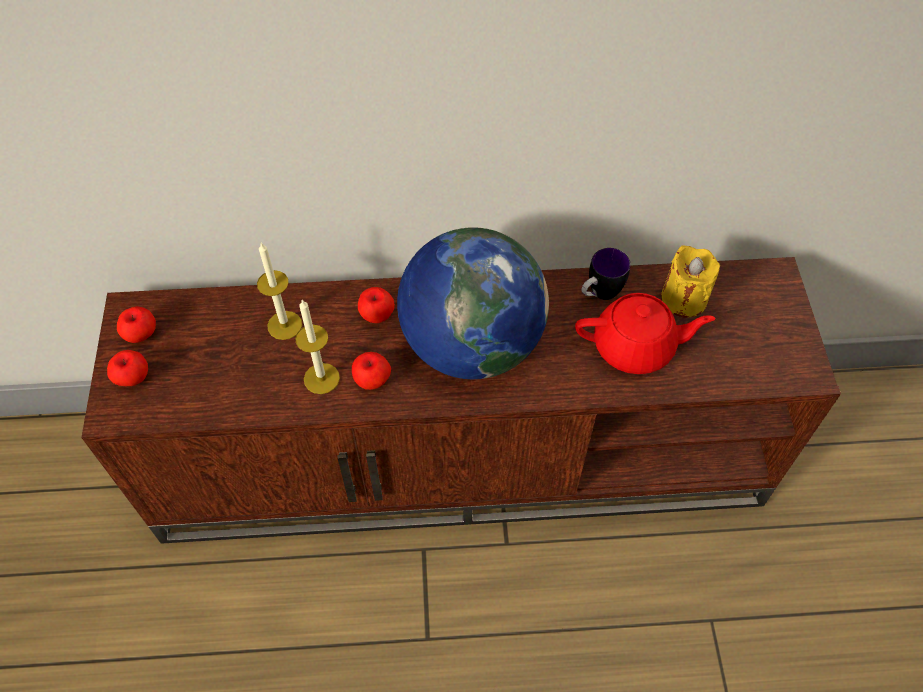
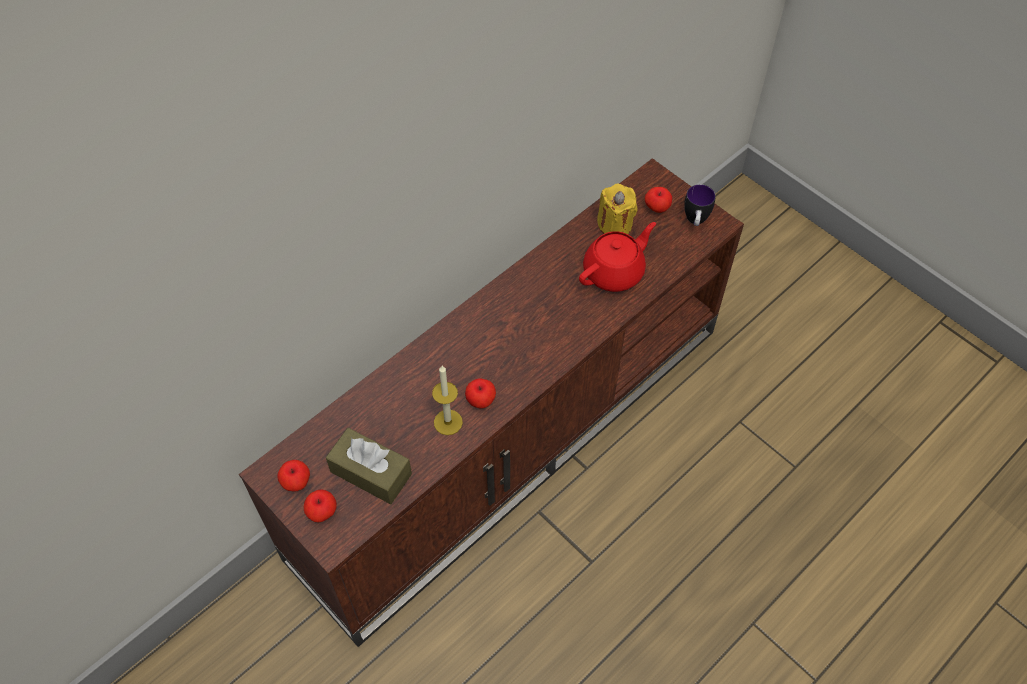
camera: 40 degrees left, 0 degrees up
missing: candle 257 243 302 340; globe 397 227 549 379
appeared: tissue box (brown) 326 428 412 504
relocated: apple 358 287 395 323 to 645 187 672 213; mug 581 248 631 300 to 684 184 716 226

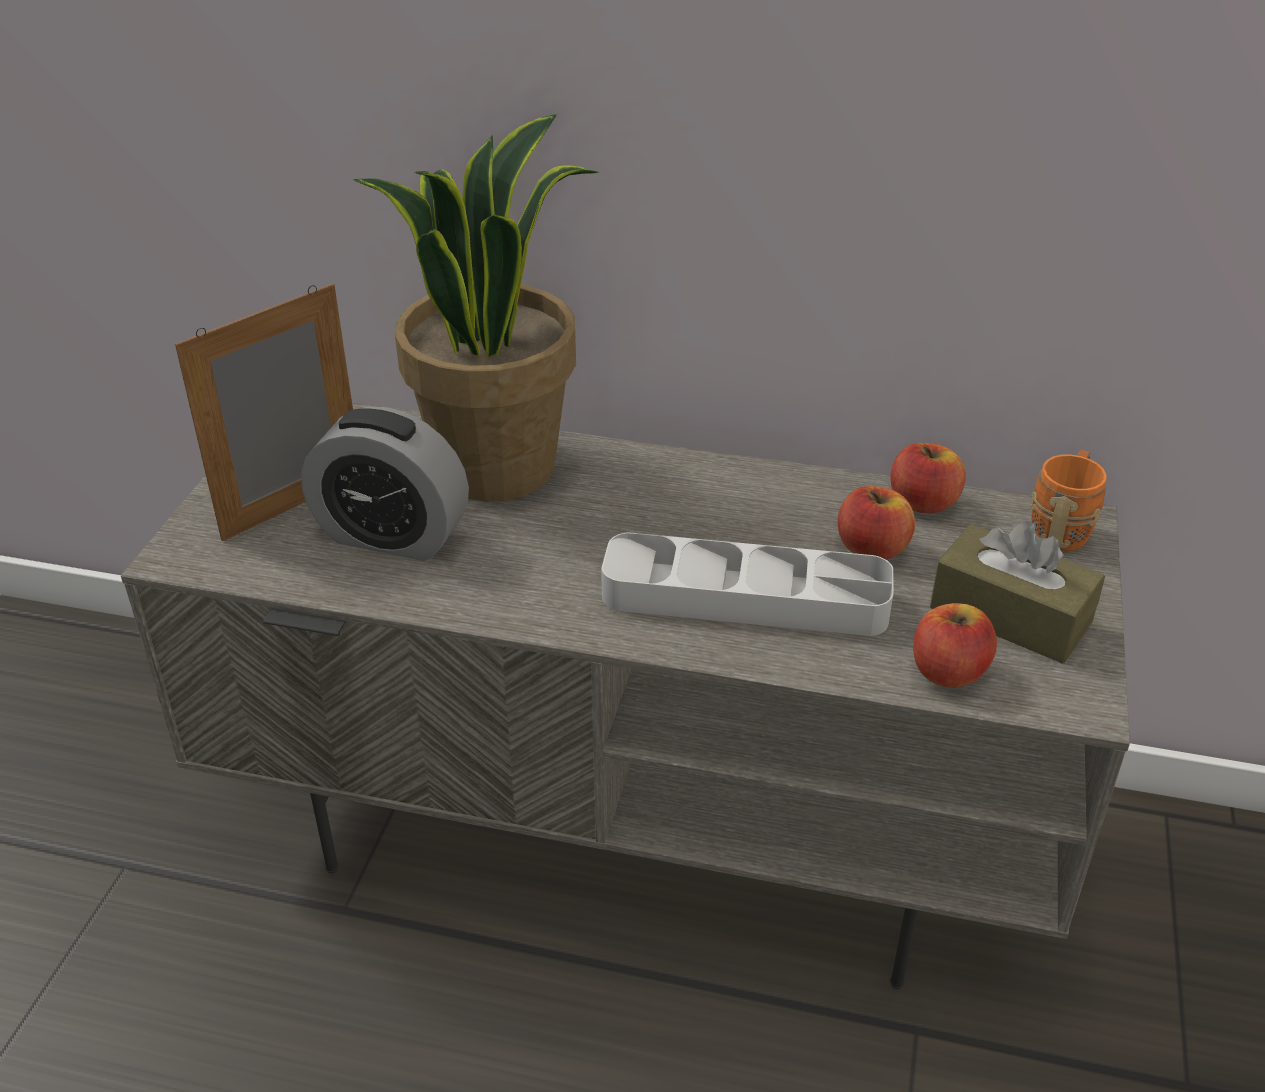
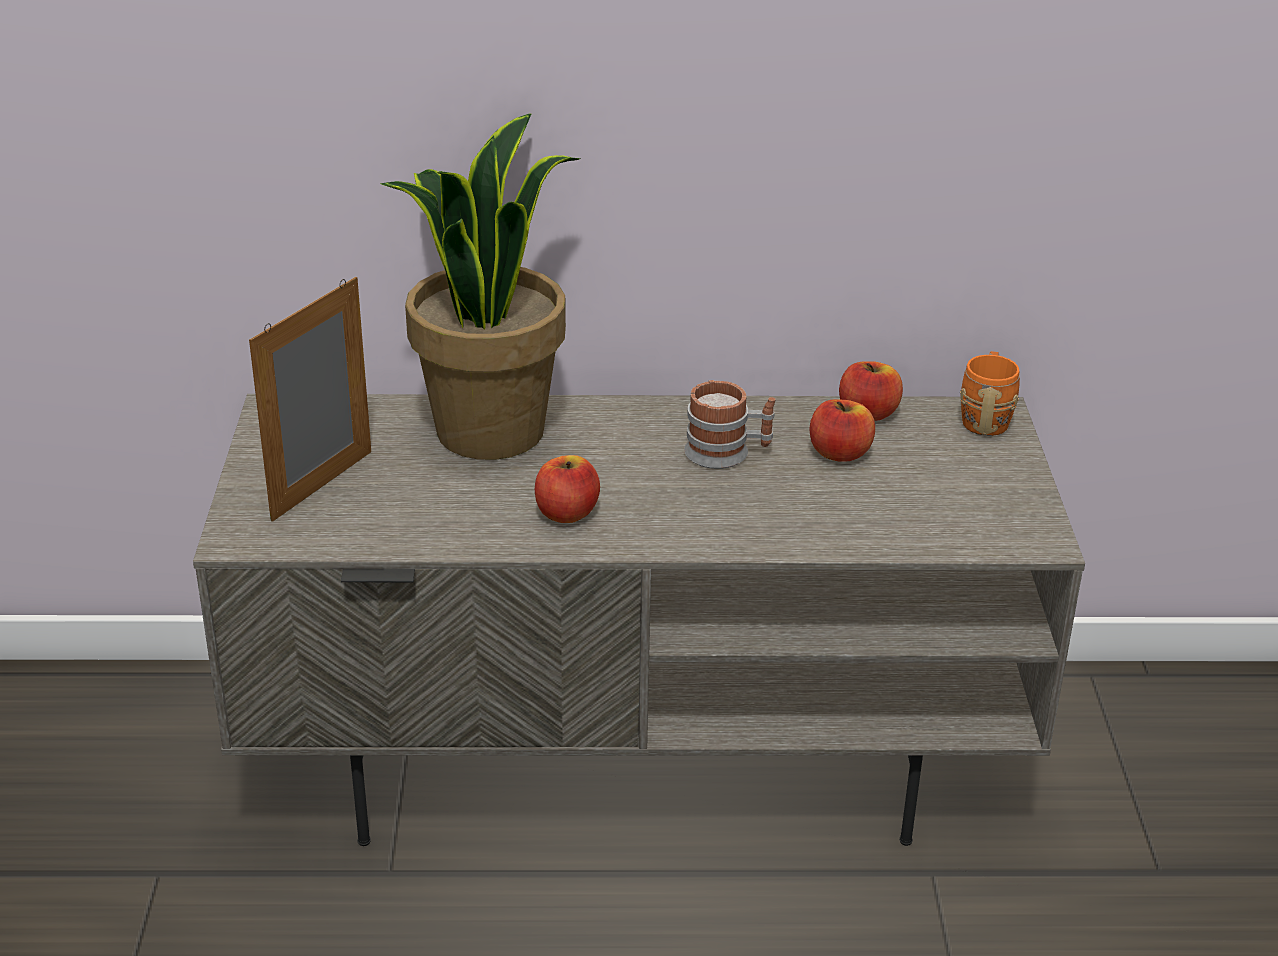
camera: 15 degrees left, 5 degrees down
missing: alarm clock 301 406 469 561; tray (grey) 601 532 894 636; tissue box (brown) 930 521 1105 664
appeared: mug 684 380 776 469
relocated: apple 913 603 997 688 to 535 455 600 523

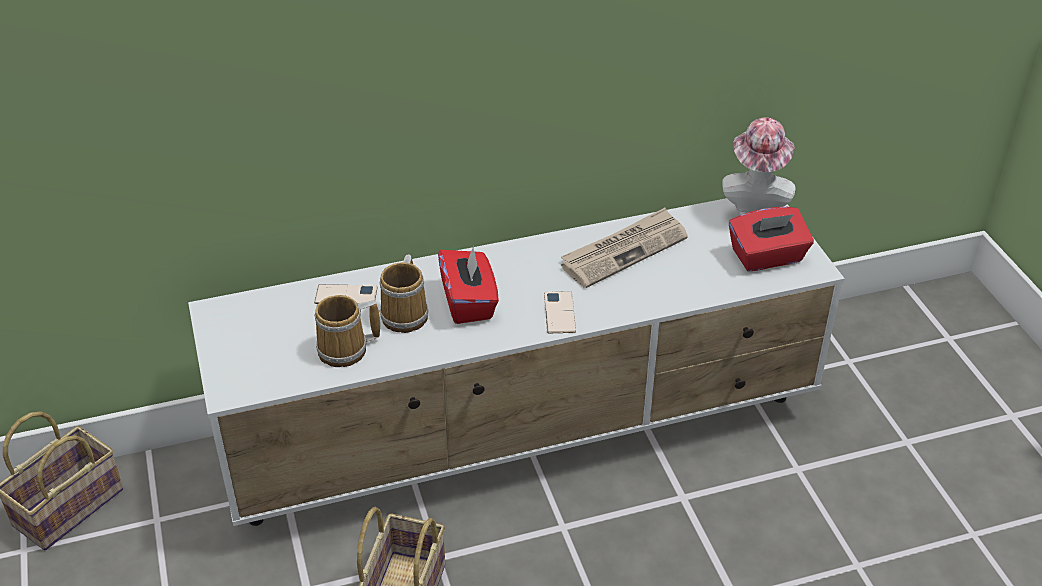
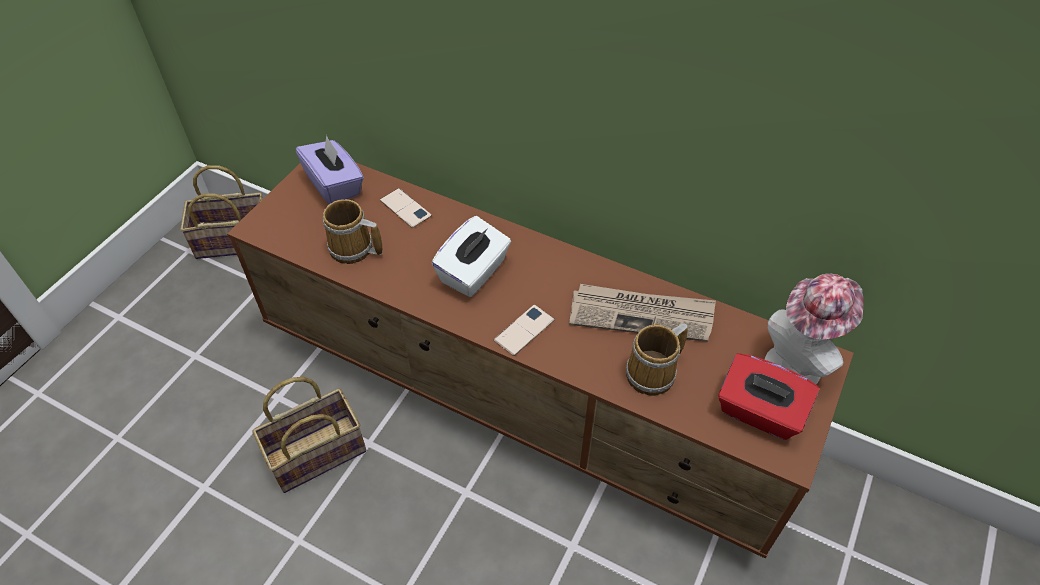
camera: 45 degrees right, 10 degrees up
appeared: tissue box (purple) 295 135 364 204
relocated: mug 379 254 429 333 to 626 323 688 396
colour: tv stand (white) 188 198 845 526 to tv stand (brown) 227 162 854 559; tissue box (red) 438 245 499 324 to tissue box (white) 432 216 511 297

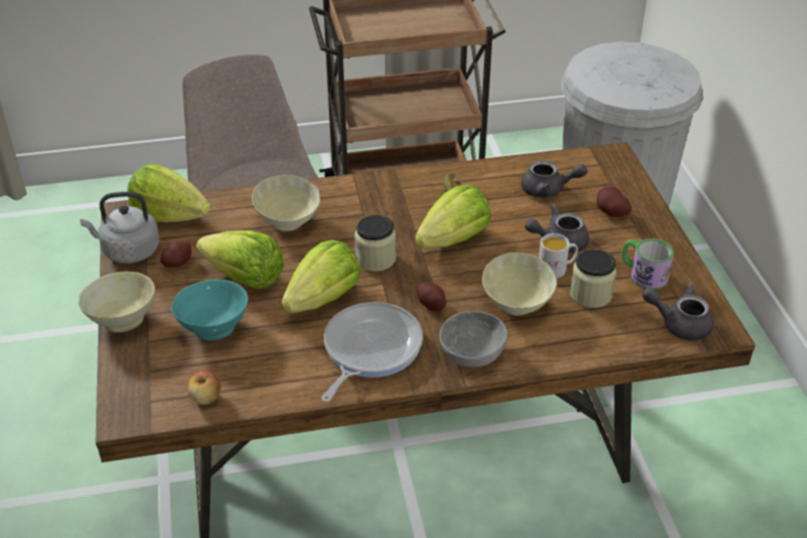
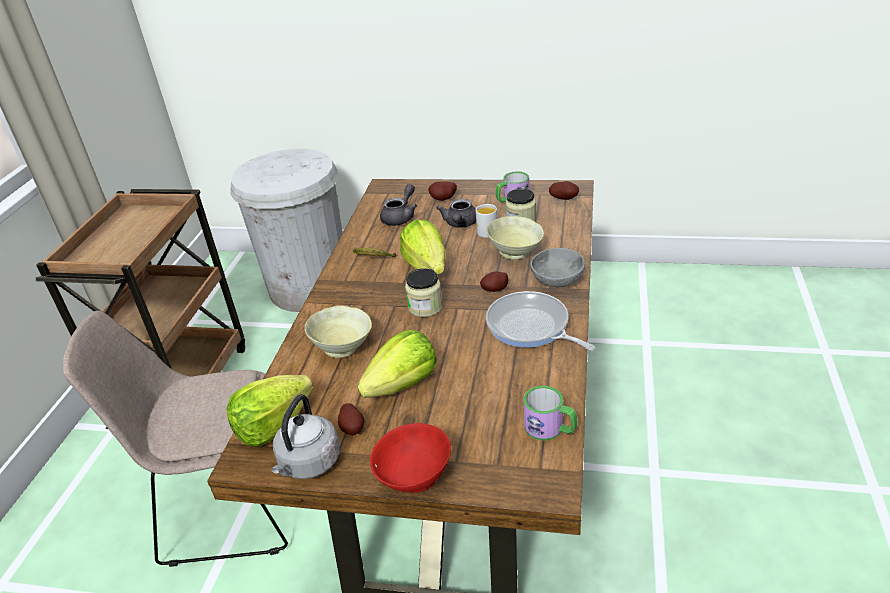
camera: 65 degrees left, 5 degrees down
missing: bowl (turquoise) 171 279 248 341; lettuce 282 240 360 313
exchanged: apple 187 370 221 405 to mug 524 386 577 441; teapot (grey) 642 283 714 341 to potato 549 181 579 200
colour: bowl (beige) 78 272 155 333 to bowl (red) 370 423 451 493

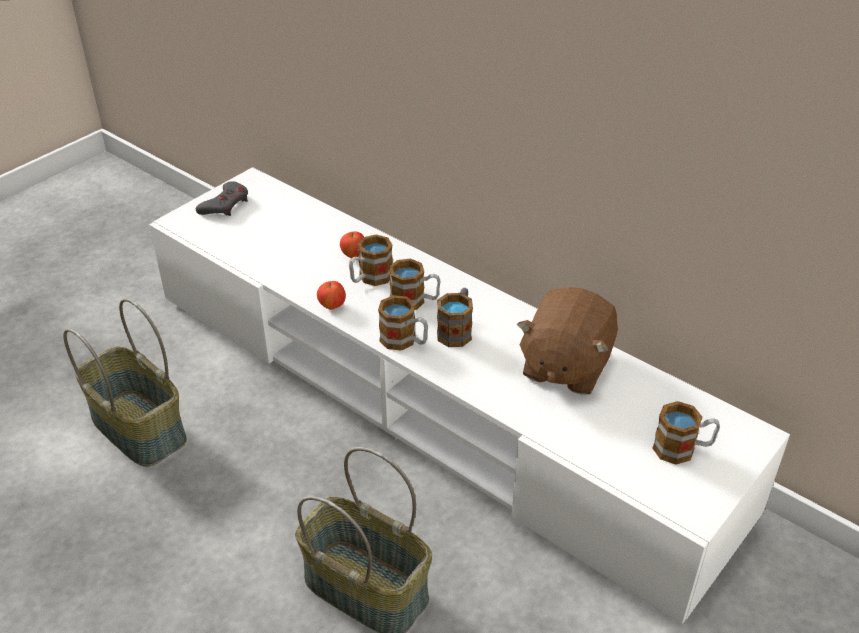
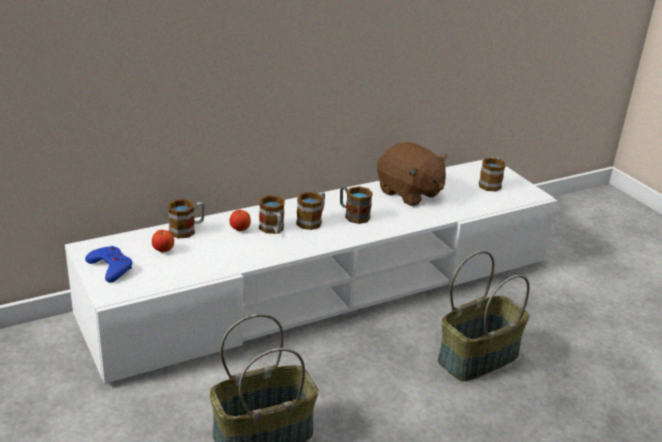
camera: 70 degrees left, 10 degrees down
relocated: apple 317 281 346 309 to 152 230 174 252; mug 378 295 428 351 to 168 199 205 239
colour: game controller (grey) 196 181 248 216 to game controller (blue) 85 246 132 283

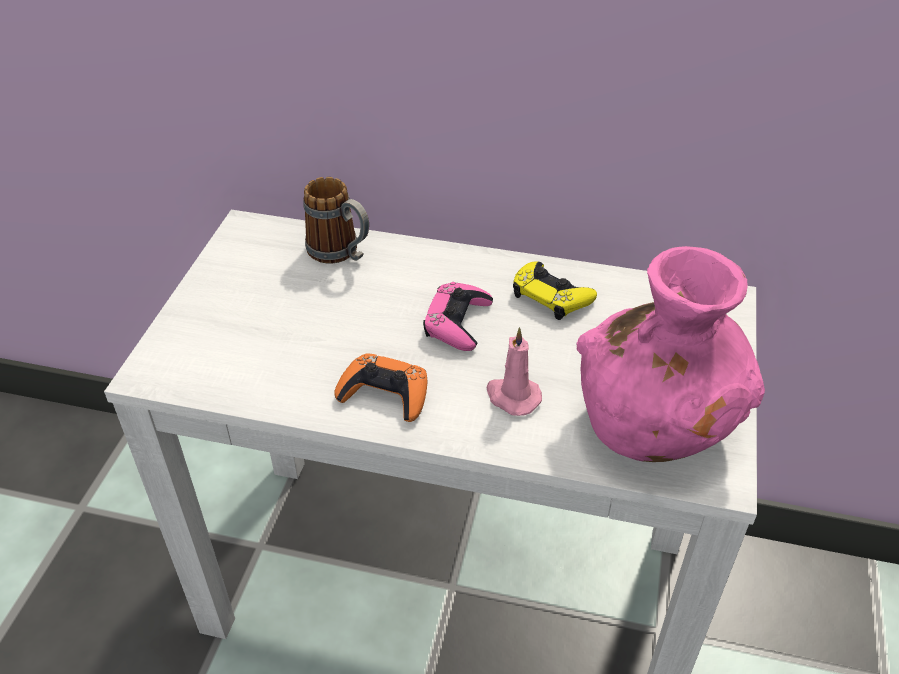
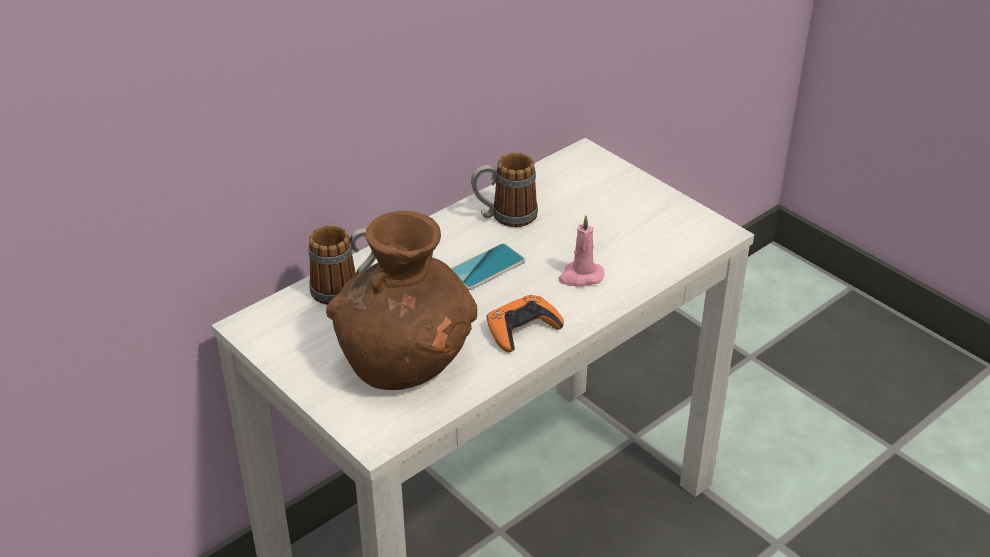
camera: 55 degrees left, 5 degrees down
missing: vase (pink) 576 246 765 462
appeared: vase (brown) 326 211 477 390
exchanged: game controller (pink) 423 282 493 351 to phone 451 243 526 290; game controller (yellow) 513 261 597 320 to mug 471 152 538 227

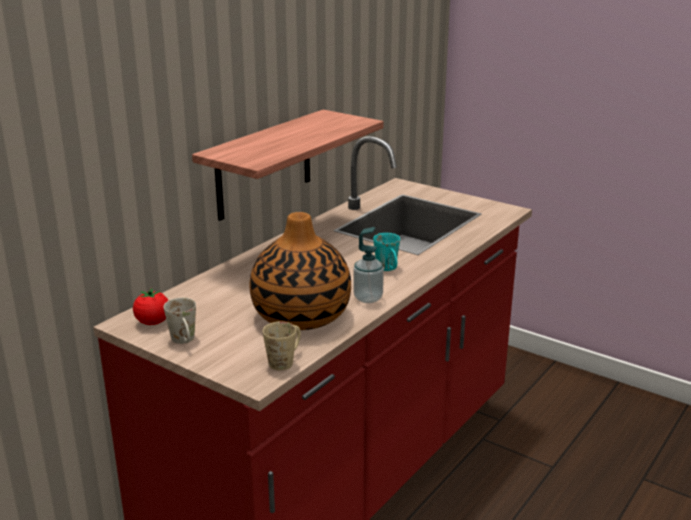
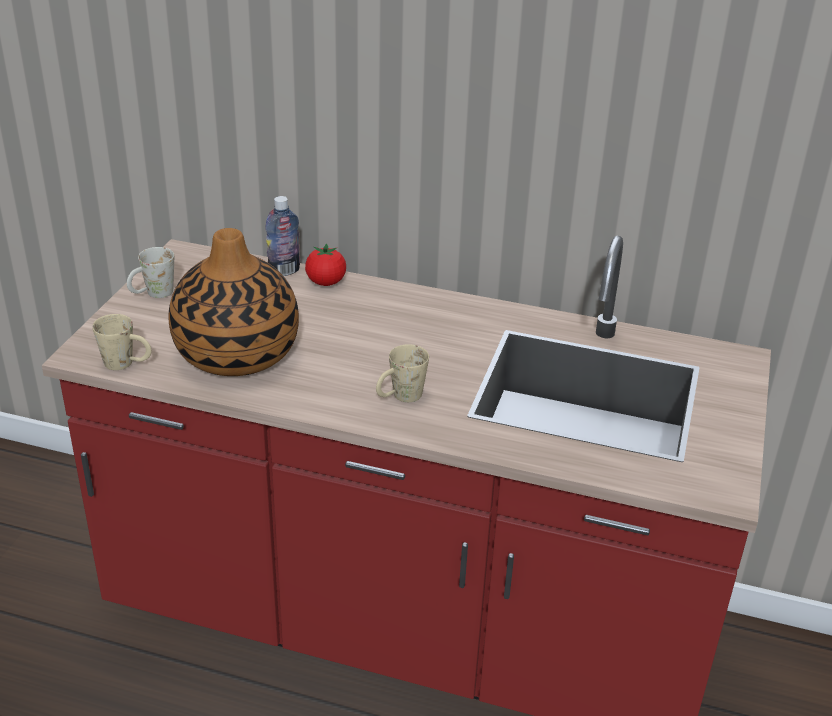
camera: 70 degrees right, 10 degrees up
missing: shelf 192 110 384 221; soap dispenser 353 227 384 303
appeared: bottle 265 196 300 276
relocated: tomato 133 288 168 325 to 305 243 346 286
colour: mug (turquoise) 373 233 400 271 to mug (beige) 376 344 429 402

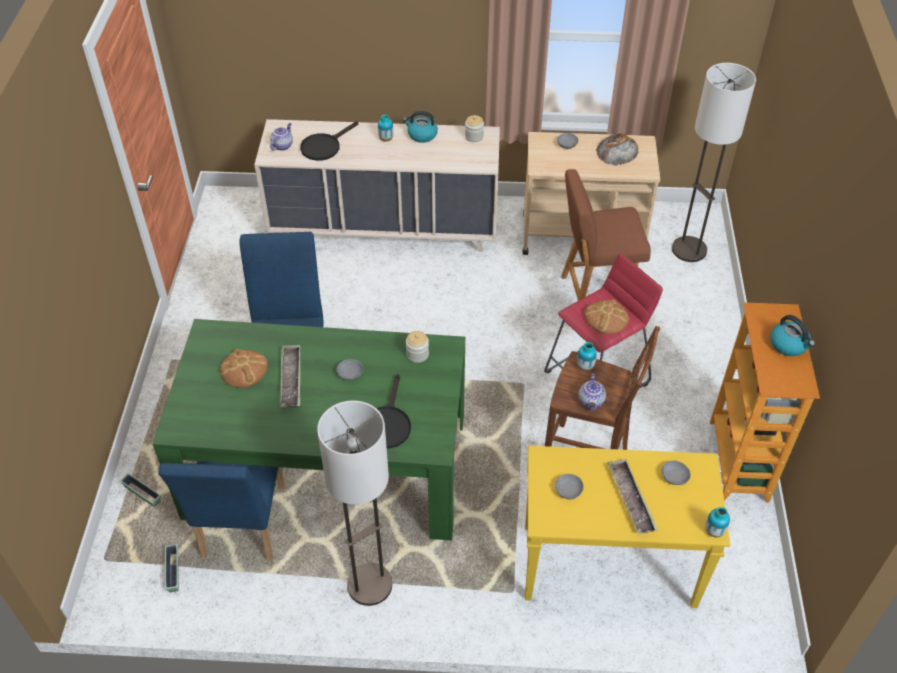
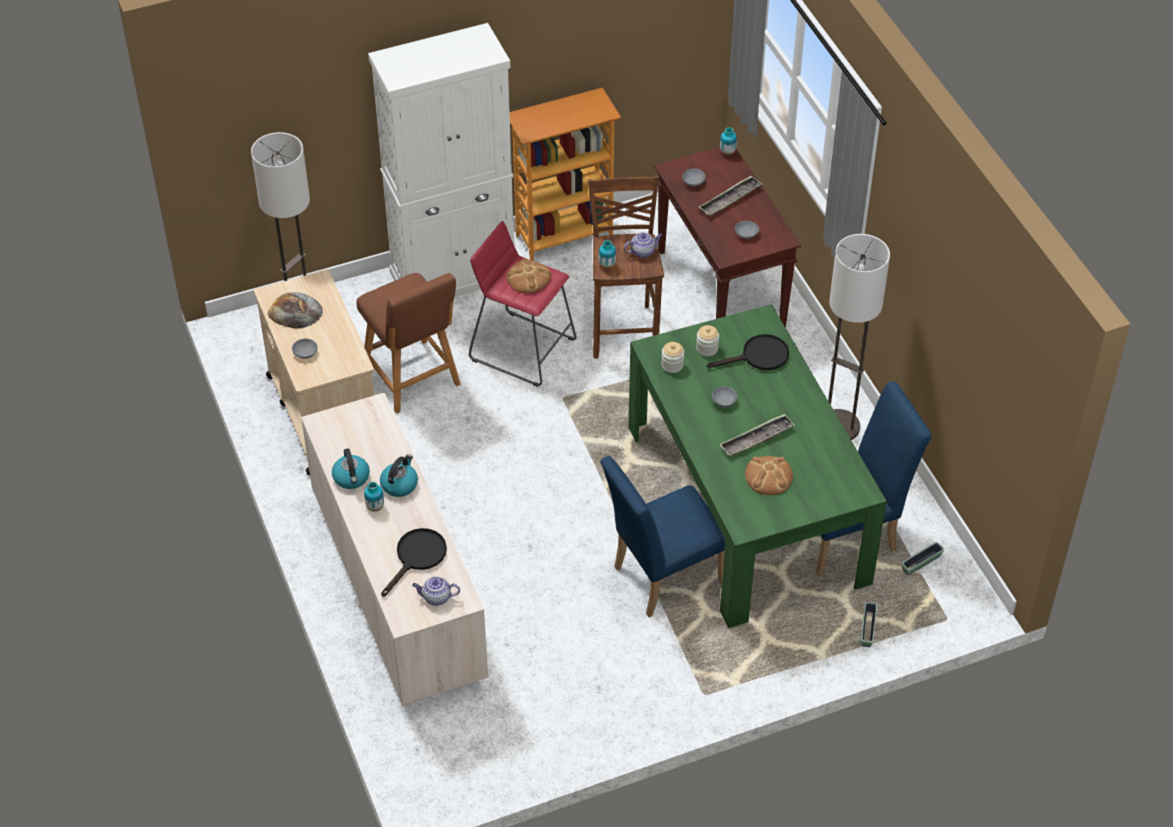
camera: 115 degrees left, 0 degrees up
appeared: cabinet (white) 368 23 514 297
relocated: jar 465 115 484 142 to 696 325 719 356; kettle 770 315 815 356 to 380 454 418 497
colour: console table (yellow) 525 446 730 608 to console table (brown) 654 147 801 328
spun: frying pan (black) 300 121 358 161 = 381 528 447 597 75 degrees counterclockwise

